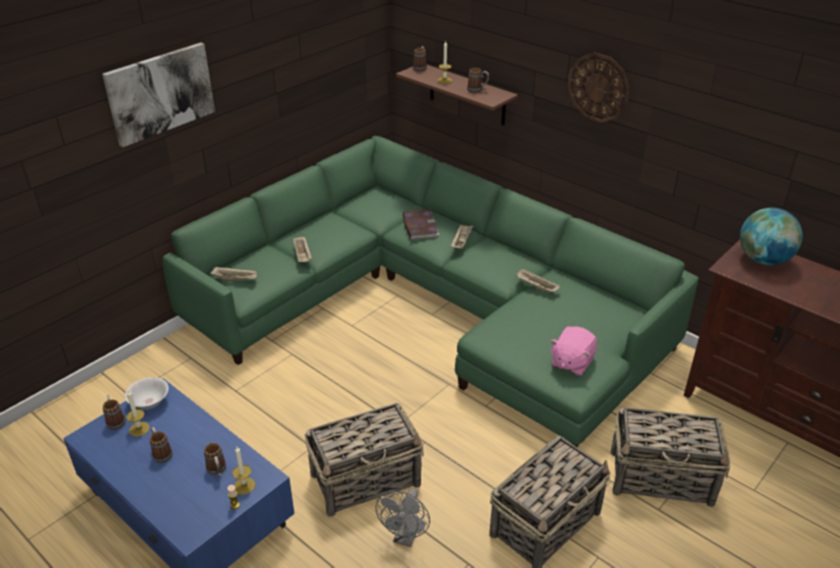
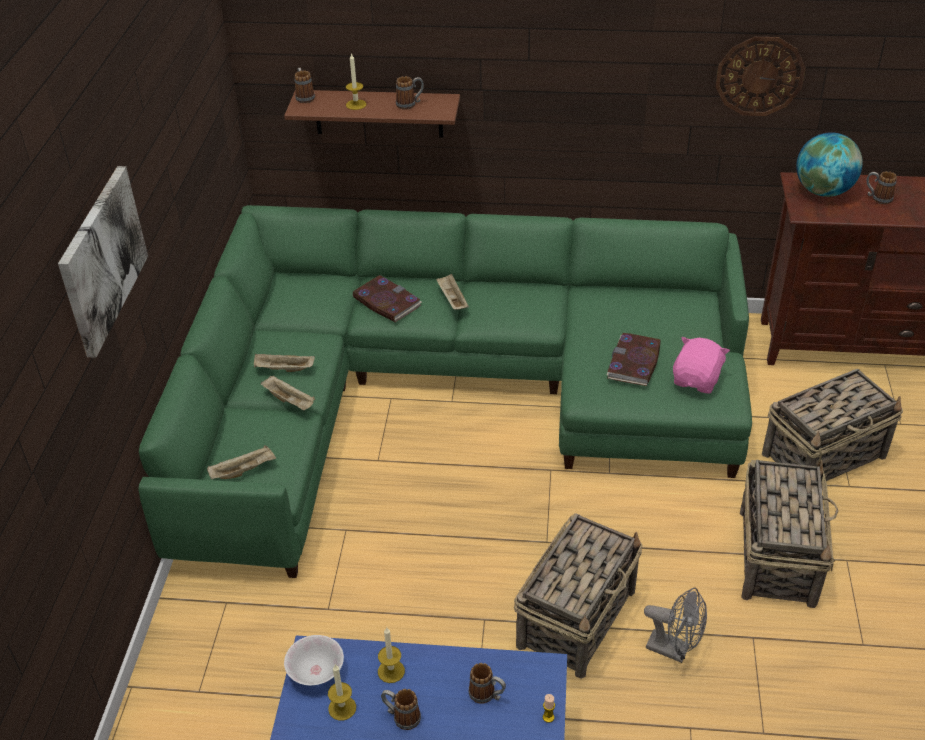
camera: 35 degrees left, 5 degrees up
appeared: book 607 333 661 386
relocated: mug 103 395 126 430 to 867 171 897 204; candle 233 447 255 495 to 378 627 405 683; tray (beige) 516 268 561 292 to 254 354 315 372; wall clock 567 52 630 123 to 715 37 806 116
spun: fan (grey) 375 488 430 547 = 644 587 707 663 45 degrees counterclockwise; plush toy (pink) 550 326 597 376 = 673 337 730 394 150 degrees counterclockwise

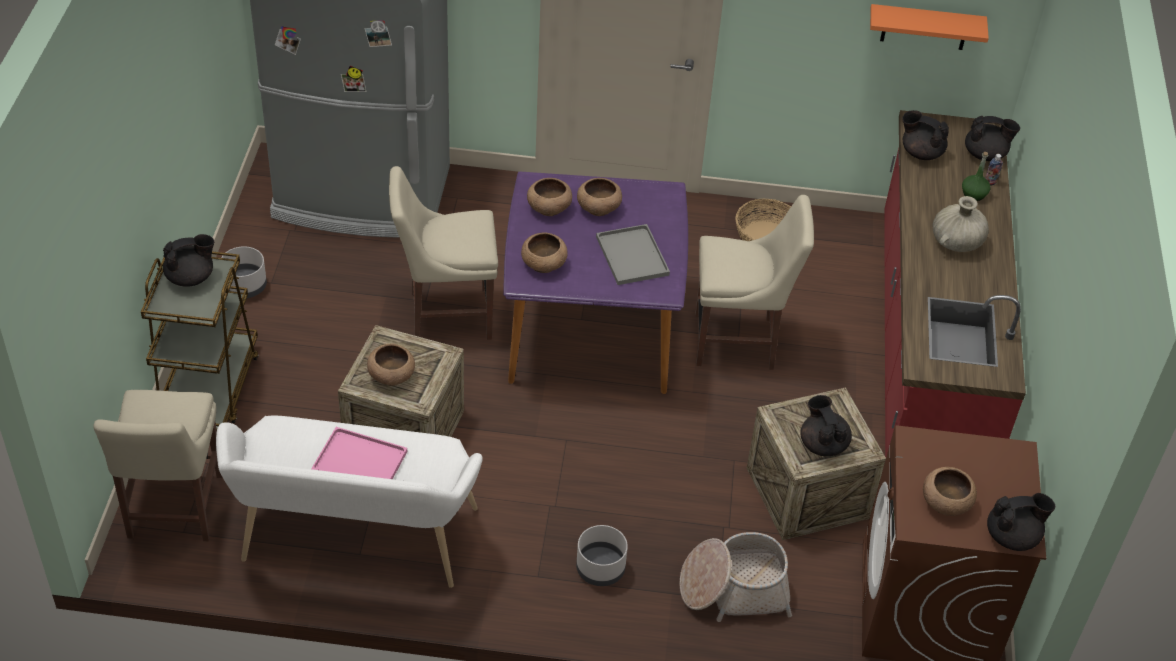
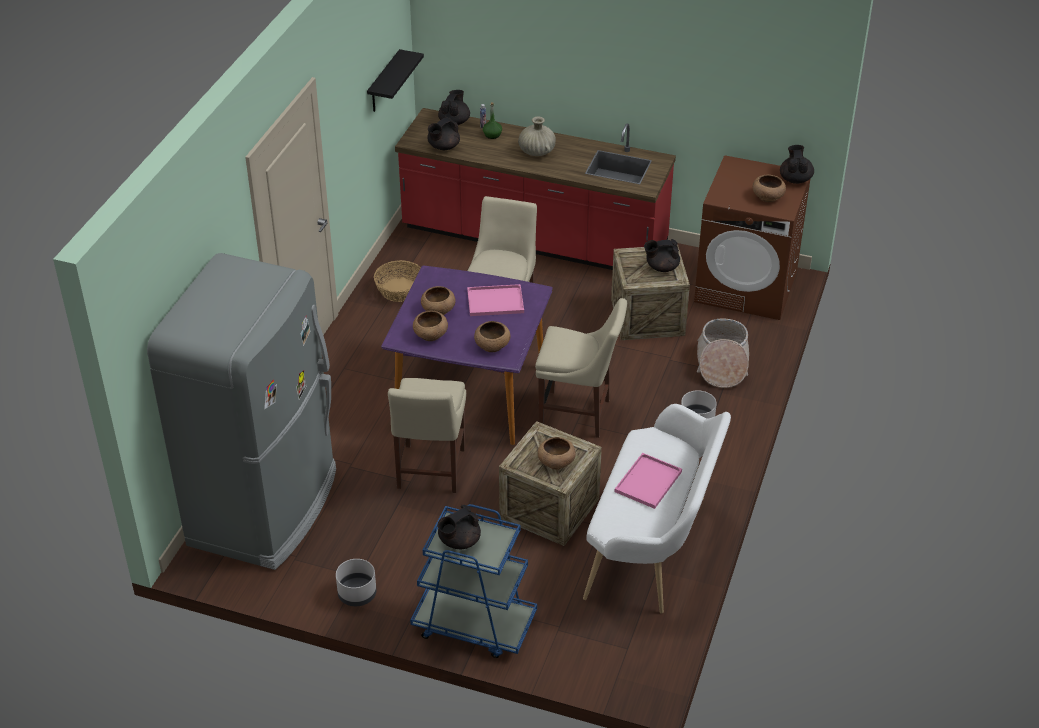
camera: 75 degrees left, 5 degrees down
relocated: chair (beige) 93 390 222 541 to 535 298 627 438
colour: cart (brown) 141 251 259 429 to cart (blue) 410 504 537 658; tray (grey) 596 224 670 285 to tray (pink) 467 284 524 316; shelf (orange) 870 4 989 50 to shelf (black) 367 49 424 112
spun: teapot (black) 163 234 214 287 = 438 505 481 549 120 degrees counterclockwise

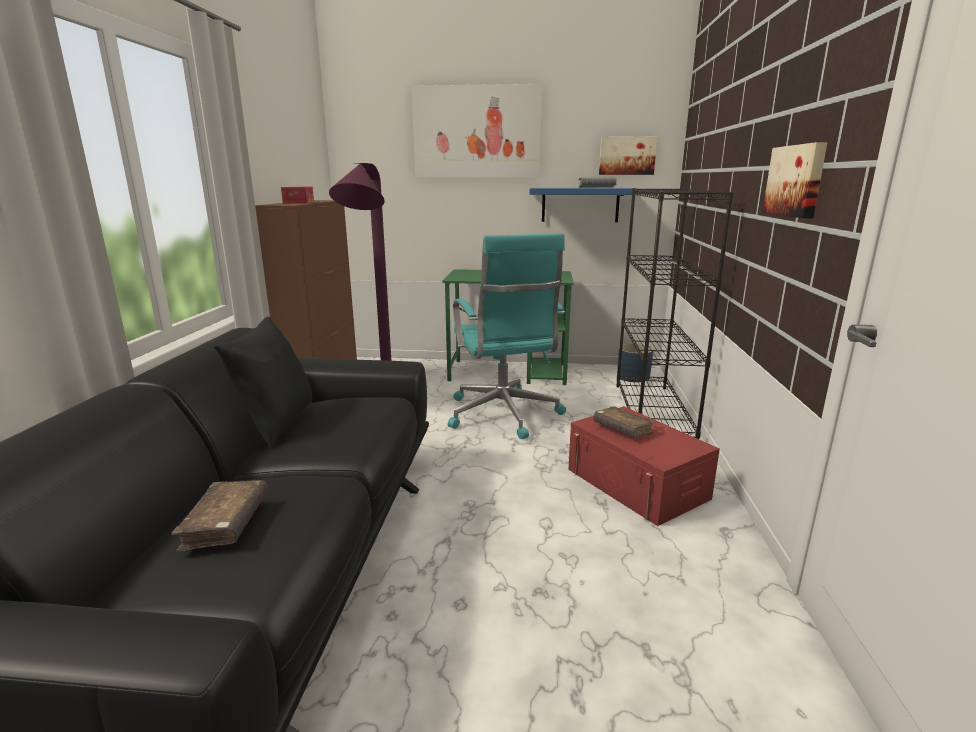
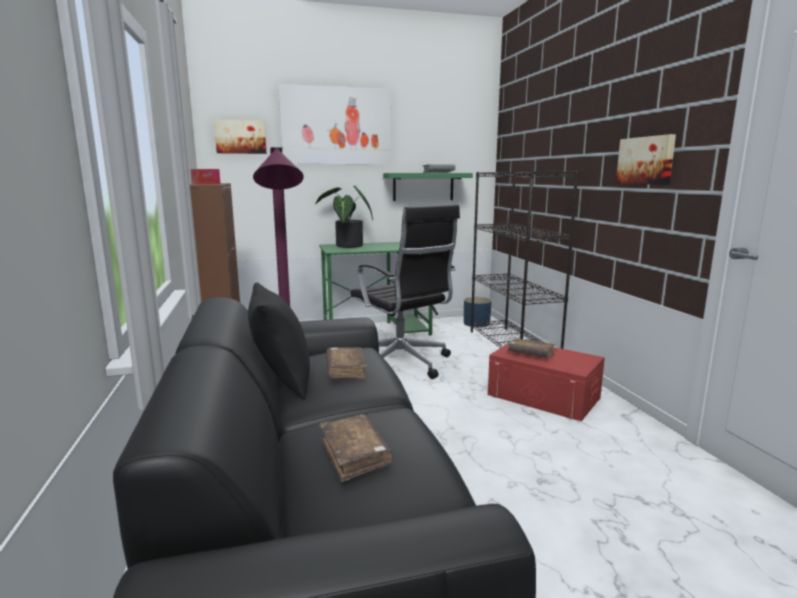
camera: 20 degrees left, 5 degrees down
appeared: potted plant 315 186 373 248; book (brown) 326 347 367 380
relocated: picture 599 137 657 175 to 214 120 266 154
colour: office chair (turquoise) 448 233 566 439 to office chair (black) 350 205 460 379; shelf (blue) 530 188 638 222 to shelf (green) 383 173 473 201

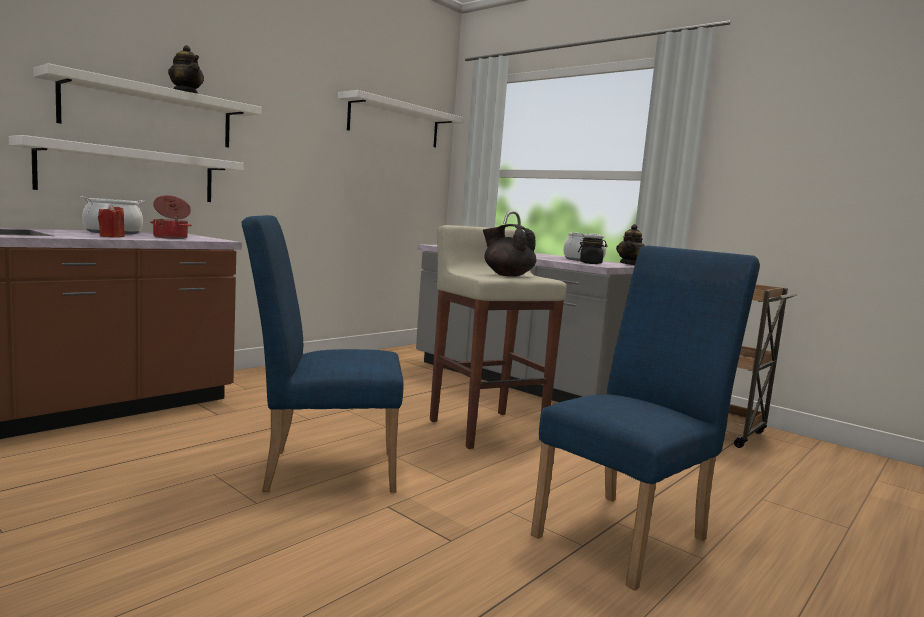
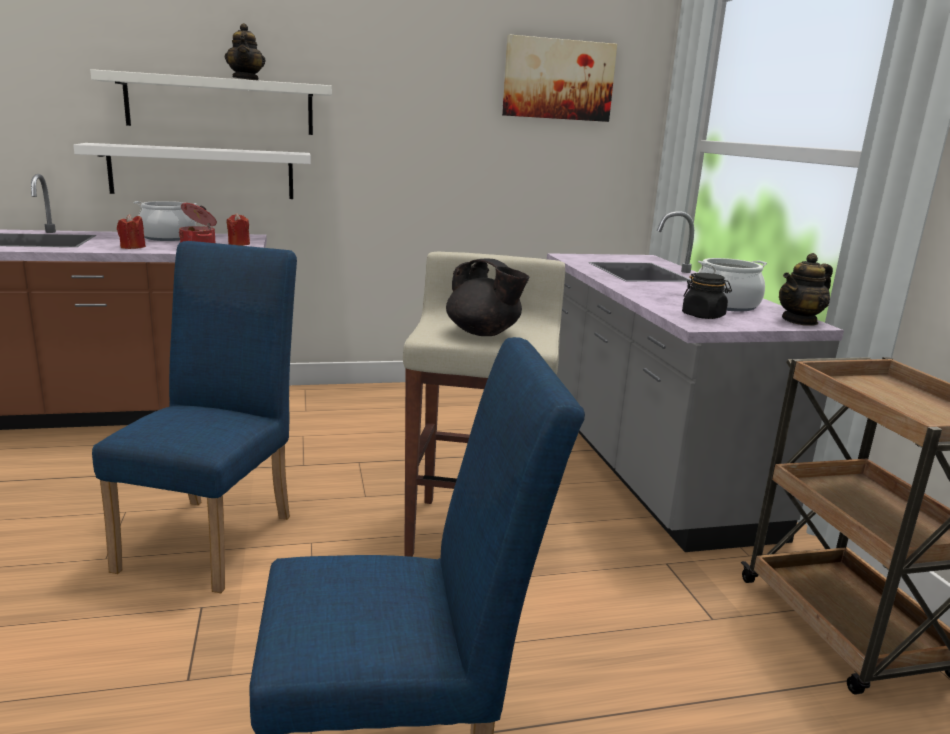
camera: 35 degrees right, 10 degrees up
appeared: candle (red) 226 213 250 246
exchanged: shelf (white) 338 90 464 147 to picture 502 34 617 122
spun: chair (blue) 241 215 404 493 = 92 241 297 593 75 degrees clockwise; teapot (black) 483 224 536 277 = 446 259 530 336 150 degrees clockwise

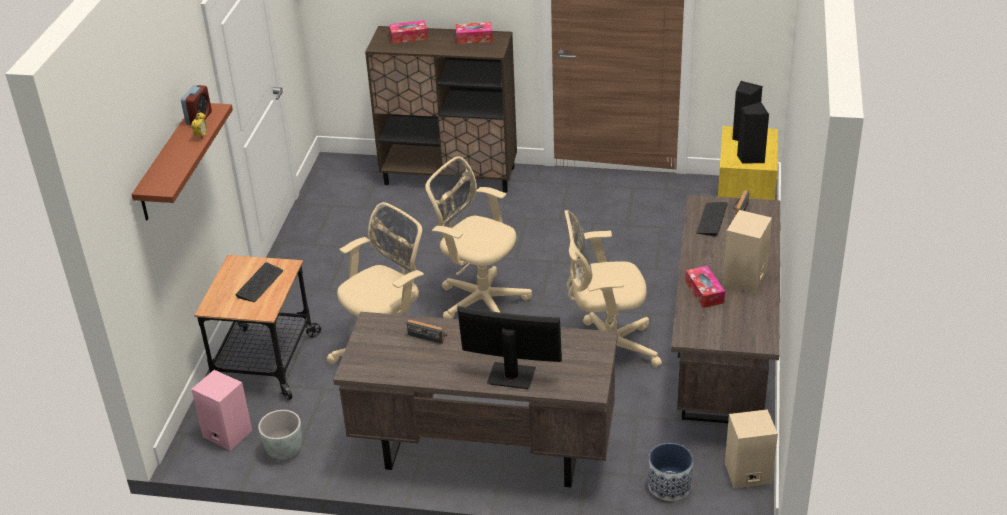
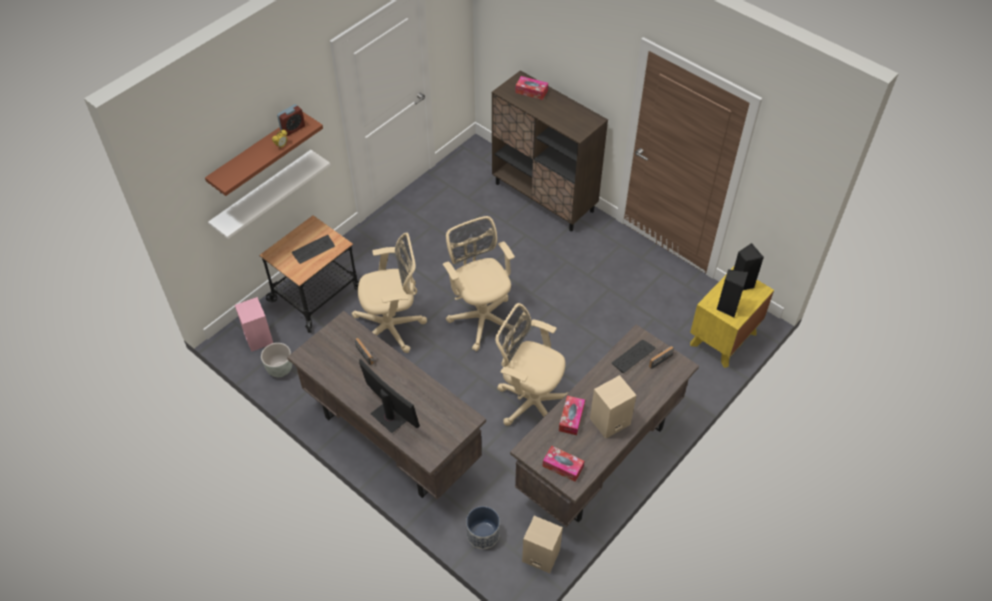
camera: 30 degrees right, 15 degrees up
appeared: shelf (white) 208 150 330 239
relocated: tissue box 456 22 493 44 to 542 445 584 482

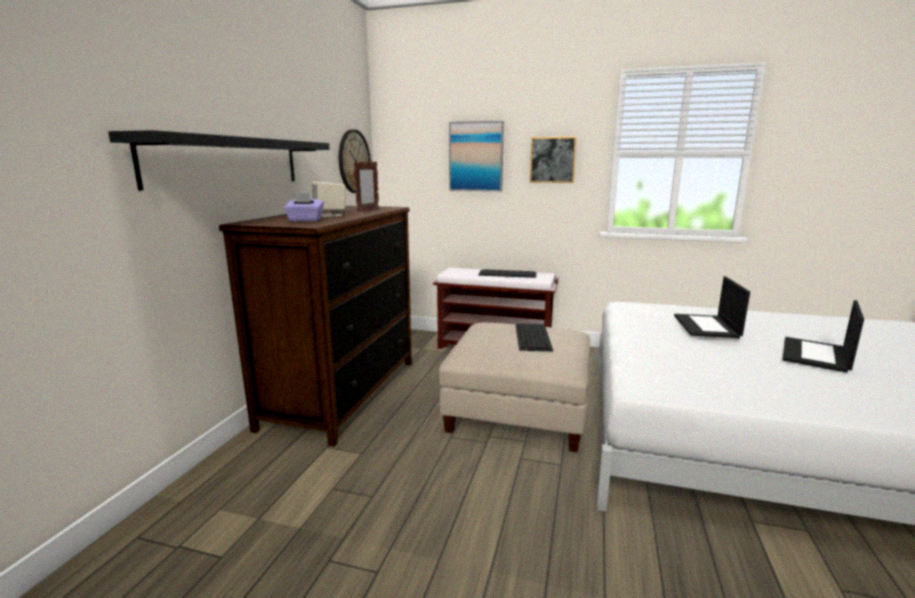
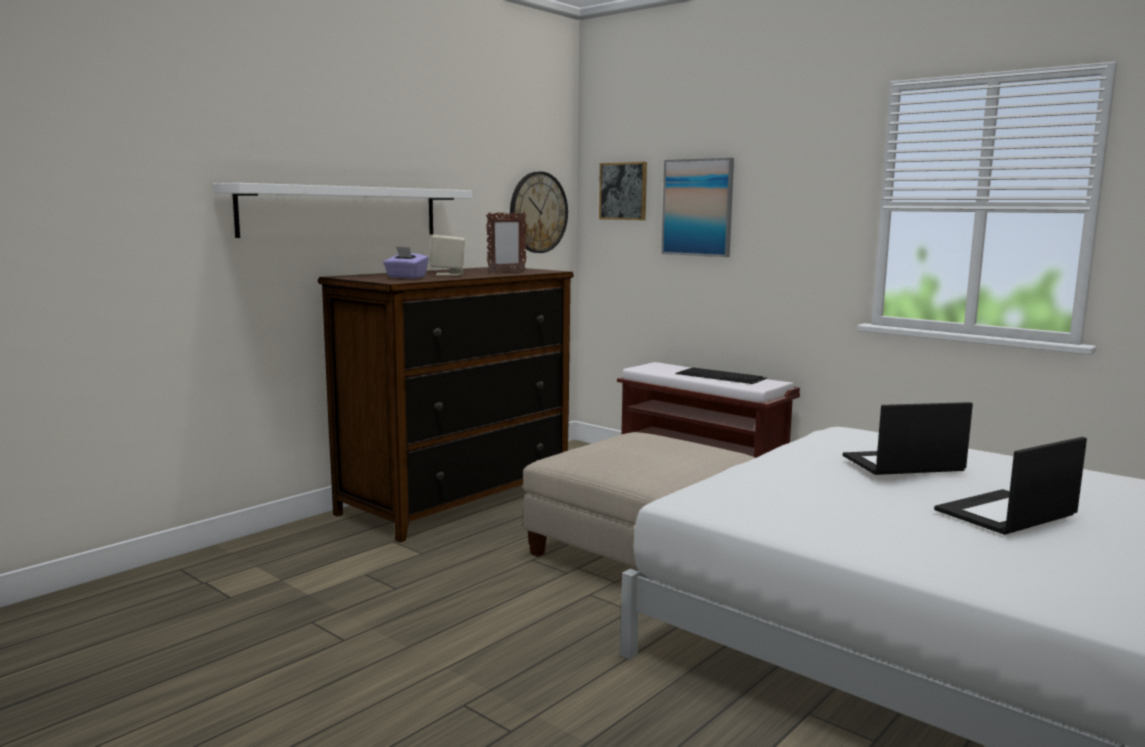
camera: 25 degrees right, 5 degrees down
missing: keyboard 515 323 553 351
relocated: picture 530 137 577 183 to 599 162 647 220
colour: shelf (black) 108 130 330 191 to shelf (white) 213 183 472 238
spun: laptop 674 276 750 338 = 843 402 973 475 45 degrees clockwise

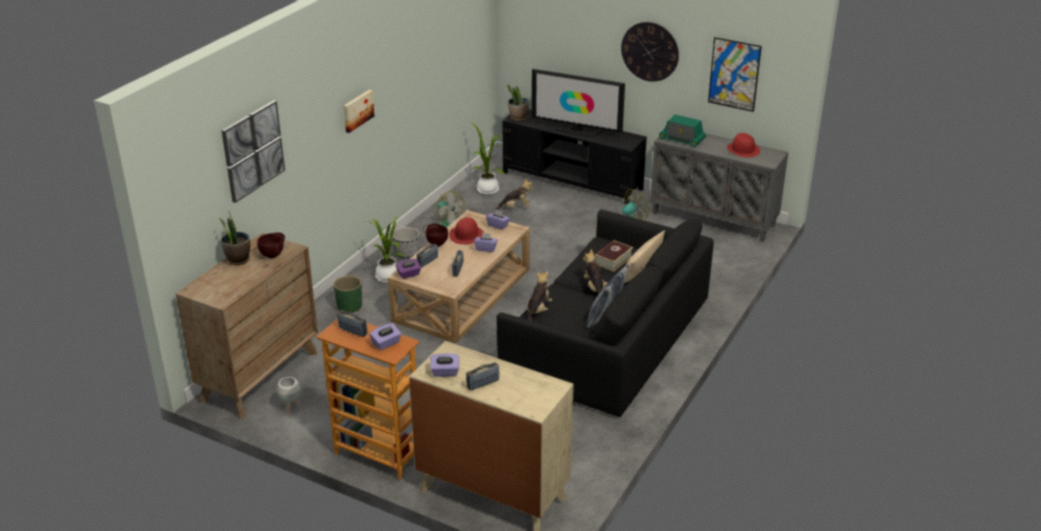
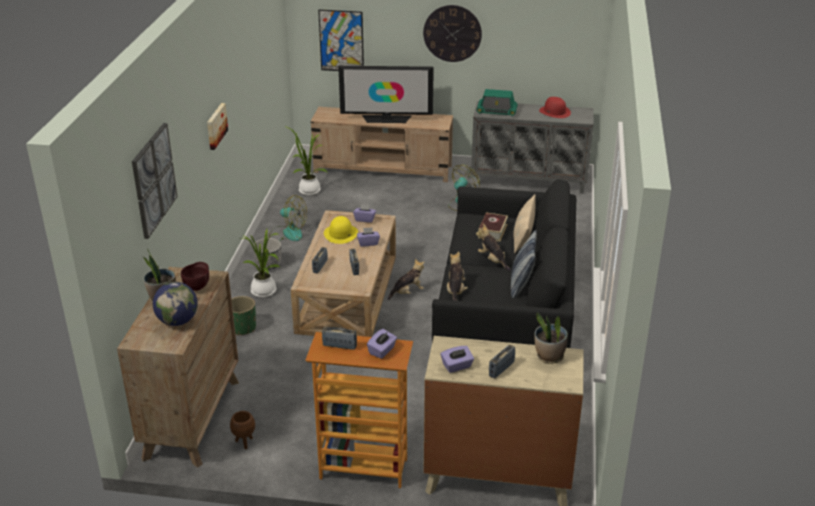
camera: 20 degrees left, 0 degrees up
missing: tissue box (purple) 396 259 421 279; bowl (brown) 426 223 448 247
appeared: globe 153 282 198 326
relocated: plush toy 496 178 533 210 to 388 259 424 300; potted plant 508 84 529 121 to 535 312 568 364; picture 708 37 762 112 to 318 9 364 71
colour: planter (white) 277 377 300 413 to planter (brown) 230 411 255 449; hat (red) 449 217 484 245 to hat (yellow) 324 216 358 244; tv stand (black) 502 109 647 205 to tv stand (beige) 311 107 453 182

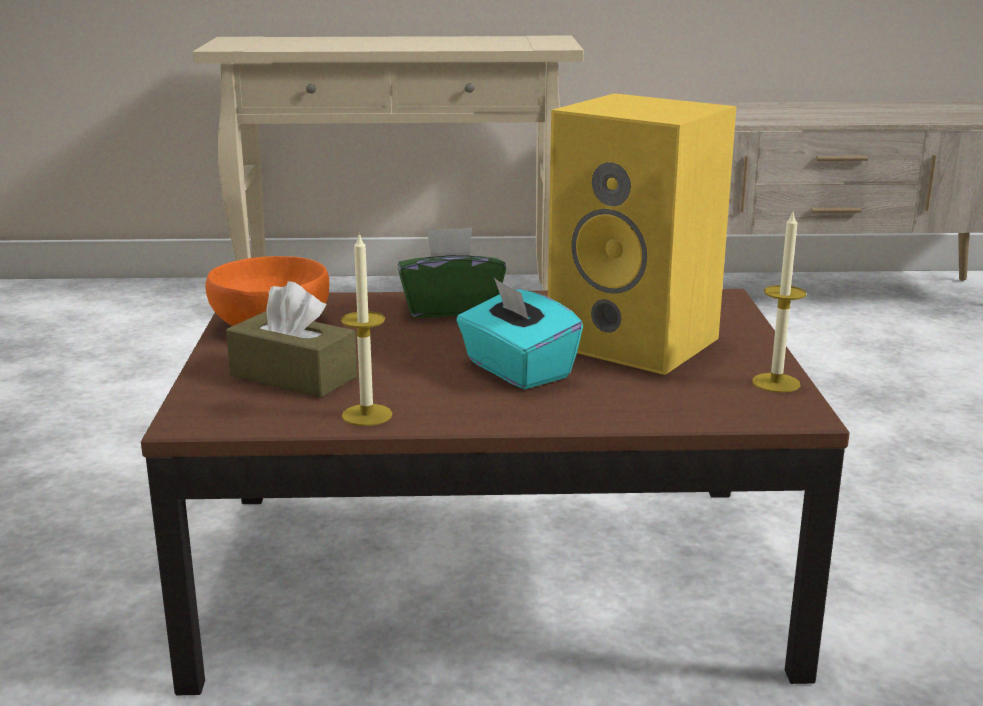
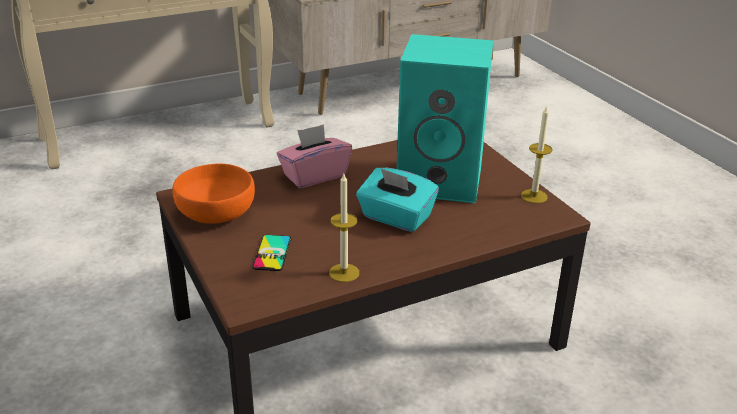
camera: 25 degrees left, 10 degrees up
exchanged: tissue box (brown) 226 281 357 398 to phone 252 235 291 271
colour: tissue box (green) 398 228 506 318 to tissue box (pink) 277 124 352 188; speaker (yellow) 548 93 736 375 to speaker (turquoise) 397 34 493 203

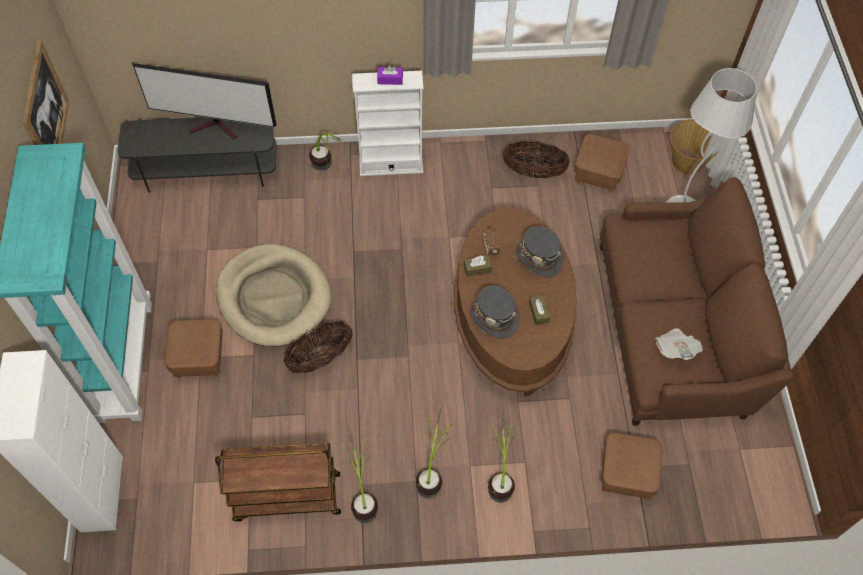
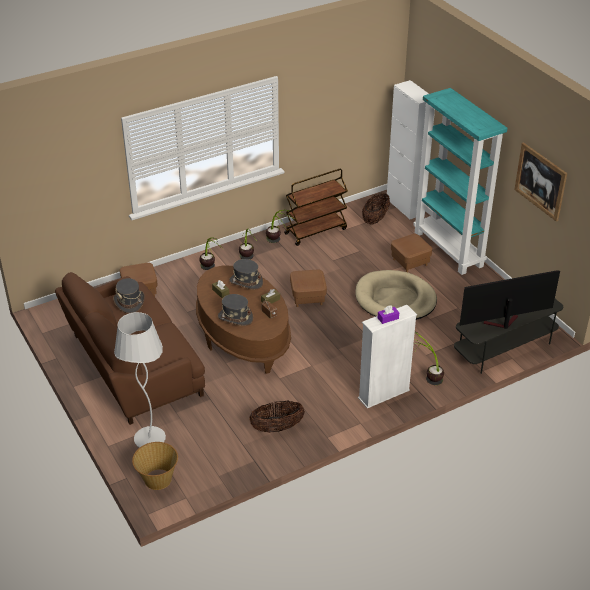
camera: 155 degrees right, 20 degrees down
relocated: basket 284 321 353 374 to 362 193 390 225; ottoman (brown) 574 134 630 193 to 290 269 327 307
exchanged: newspaper 655 328 703 360 to hat (grey) 113 278 145 314

